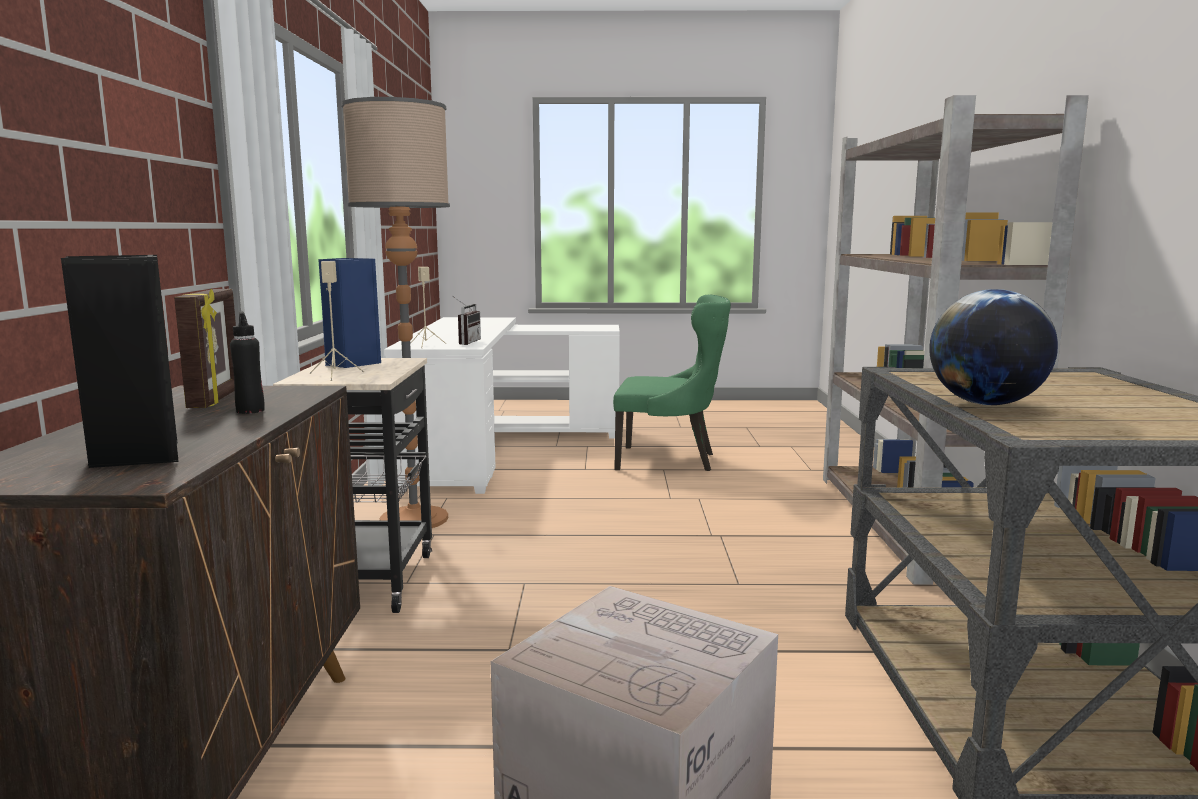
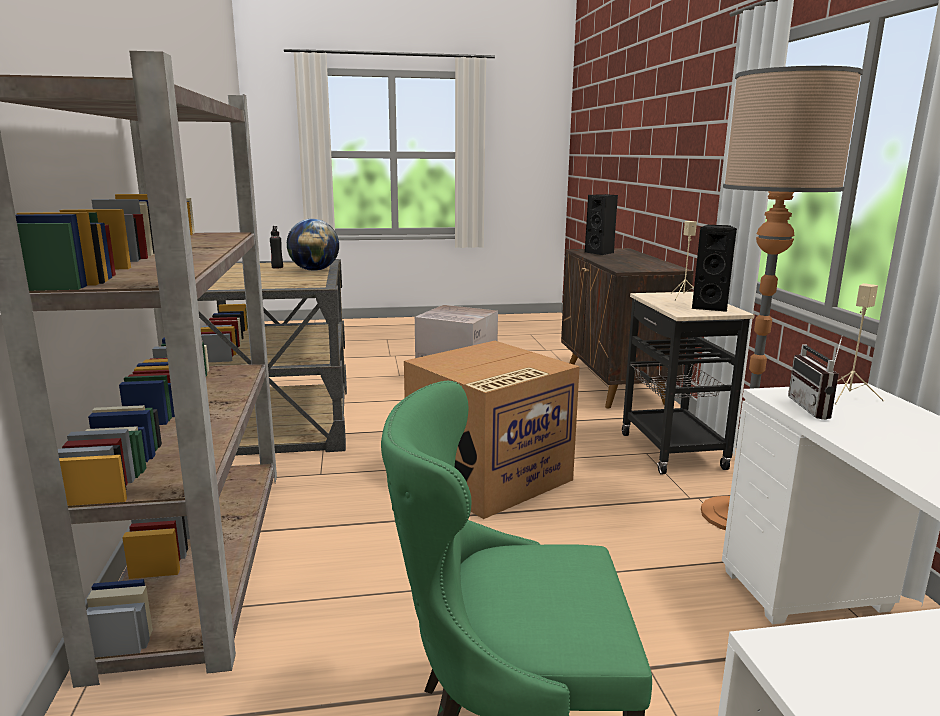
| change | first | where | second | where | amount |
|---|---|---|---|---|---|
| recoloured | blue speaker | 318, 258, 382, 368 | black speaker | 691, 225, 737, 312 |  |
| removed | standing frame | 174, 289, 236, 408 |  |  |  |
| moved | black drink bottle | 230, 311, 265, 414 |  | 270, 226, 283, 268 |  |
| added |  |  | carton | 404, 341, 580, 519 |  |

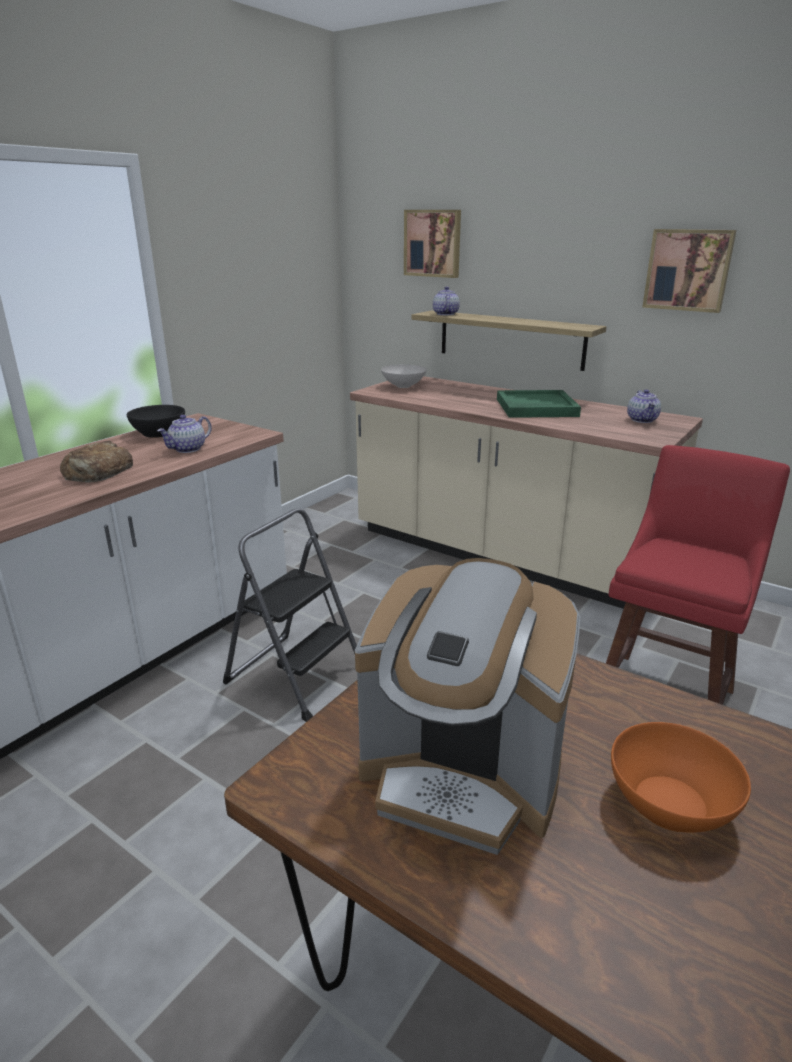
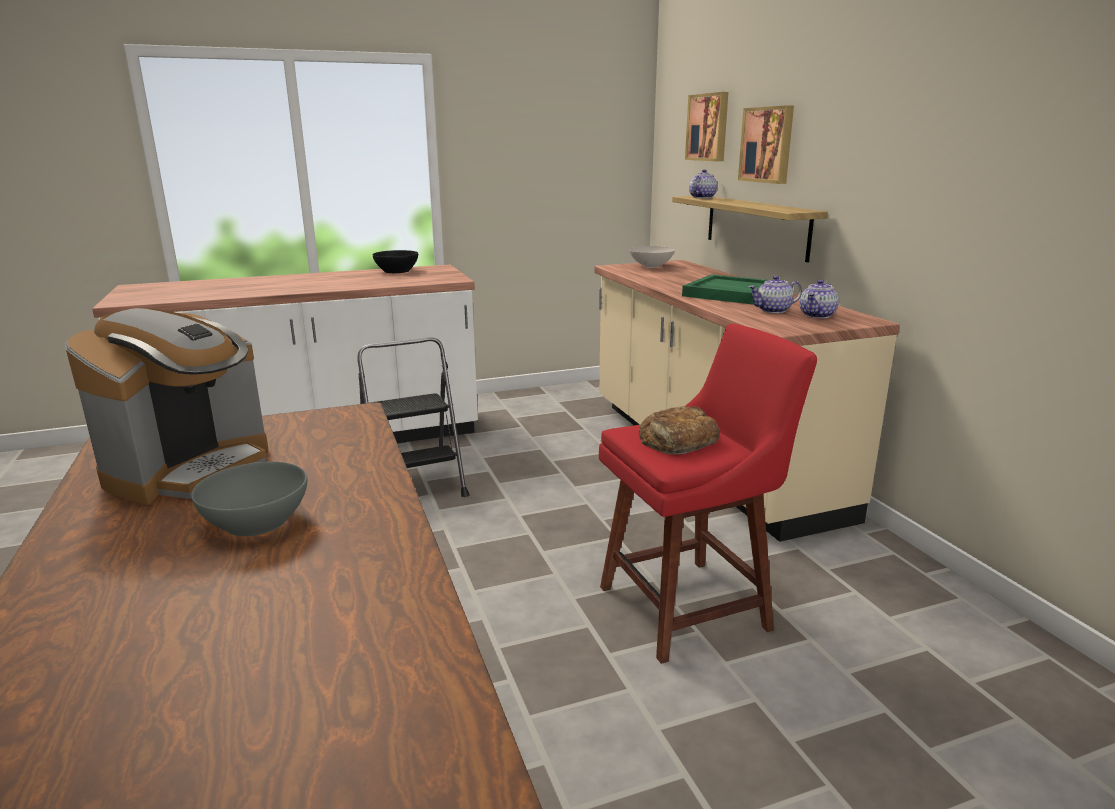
| change | first | where | second | where | amount |
|---|---|---|---|---|---|
| moved | wall art | 642, 229, 737, 313 |  | 738, 105, 794, 184 |  |
| moved | pot for tea | 157, 415, 212, 453 |  | 749, 276, 802, 313 |  |
| moved | baked bread | 60, 441, 133, 483 |  | 639, 406, 720, 455 |  |
| turned | coffee brewer | 355, 558, 580, 855 |  | 65, 308, 268, 505 | 120 degrees counterclockwise |
| recoloured | orangey bowl | 611, 722, 751, 833 | greyish bowl | 191, 461, 307, 536 |  |

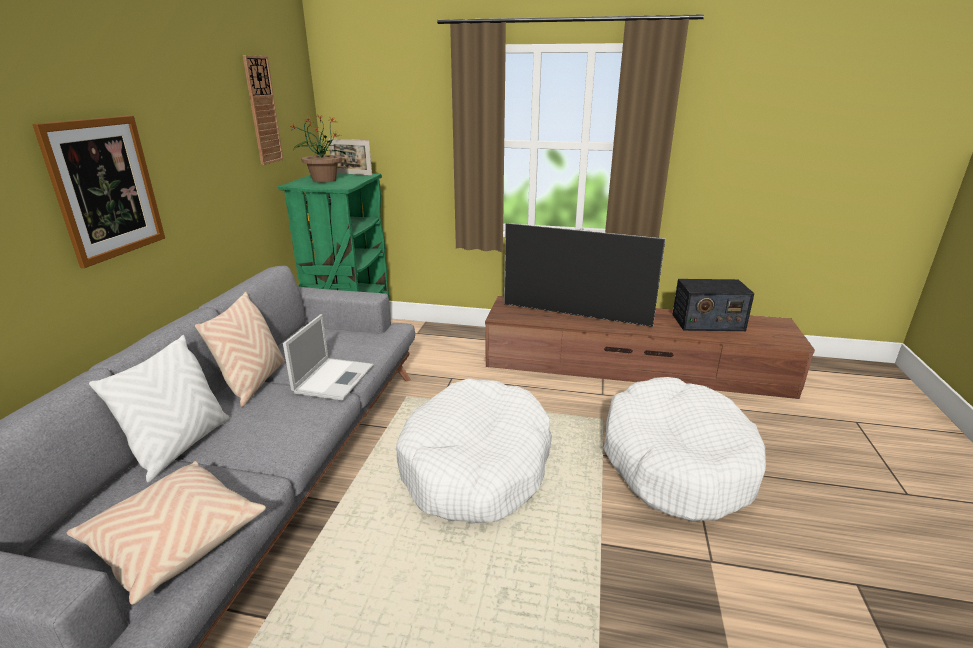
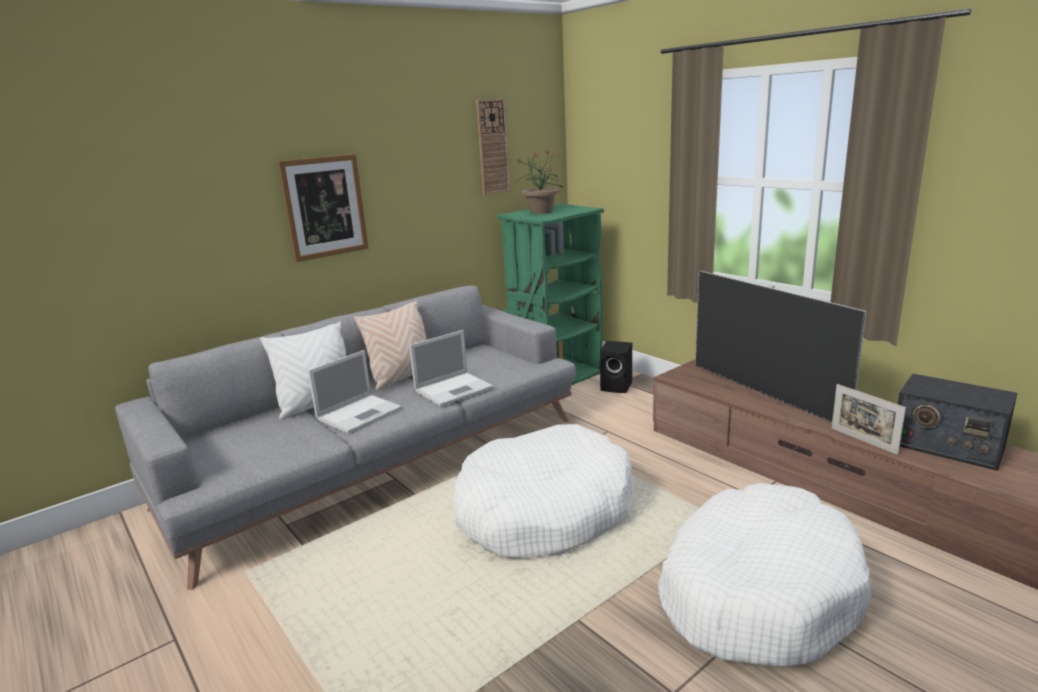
| change | first | where | second | where | amount |
|---|---|---|---|---|---|
| moved | standing frame | 328, 139, 372, 176 |  | 831, 384, 906, 455 |  |
| removed | beige-coloured cushion | 67, 461, 266, 605 |  |  |  |
| added |  |  | black speaker | 599, 341, 632, 393 |  |
| added |  |  | laptop | 308, 350, 402, 434 |  |

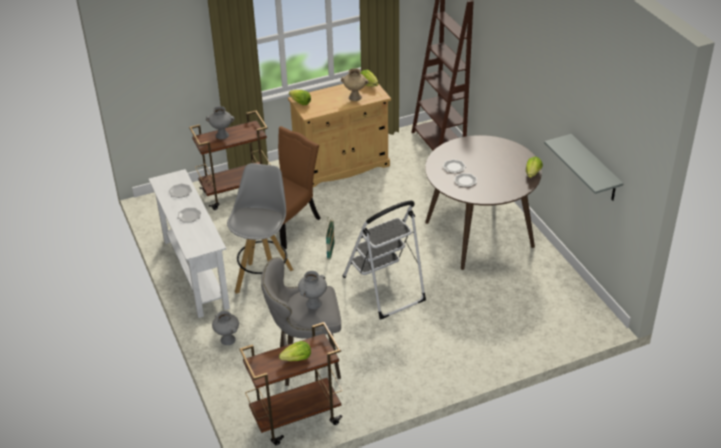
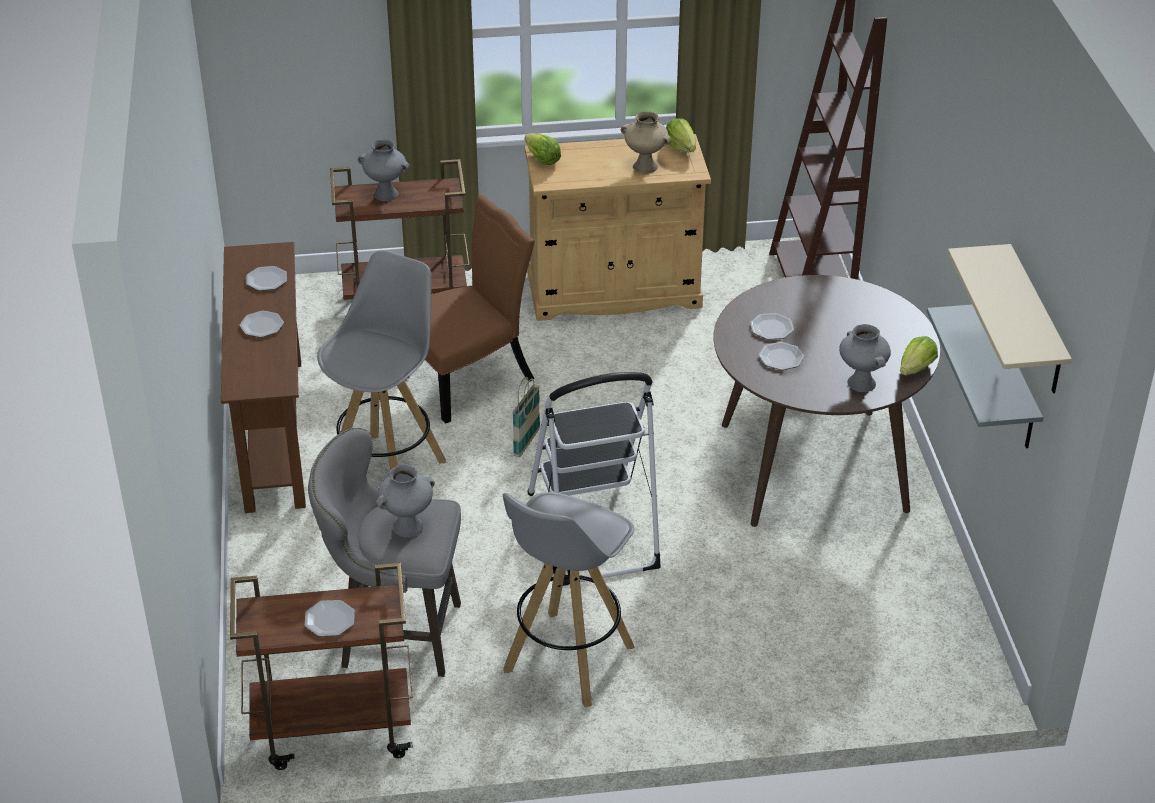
| change | first | where | second | where | amount |
|---|---|---|---|---|---|
| recoloured | white-coloured narrow table | 149, 169, 230, 318 | brown narrow table | 221, 242, 306, 513 |  |
| moved | greyish decorative vase | 212, 311, 239, 345 |  | 839, 324, 891, 392 |  |
| replaced | lettuce | 279, 341, 311, 361 | plate | 305, 600, 355, 636 |  |
| added |  |  | beige-coloured shelf | 948, 244, 1072, 393 |  |
| added |  |  | greyish stool seat | 502, 492, 635, 707 |  |

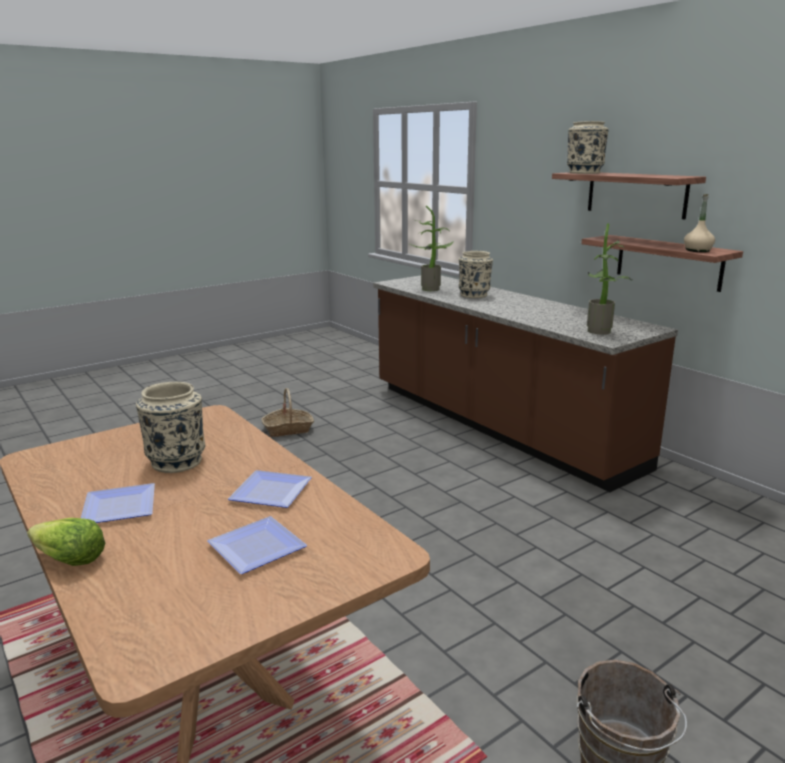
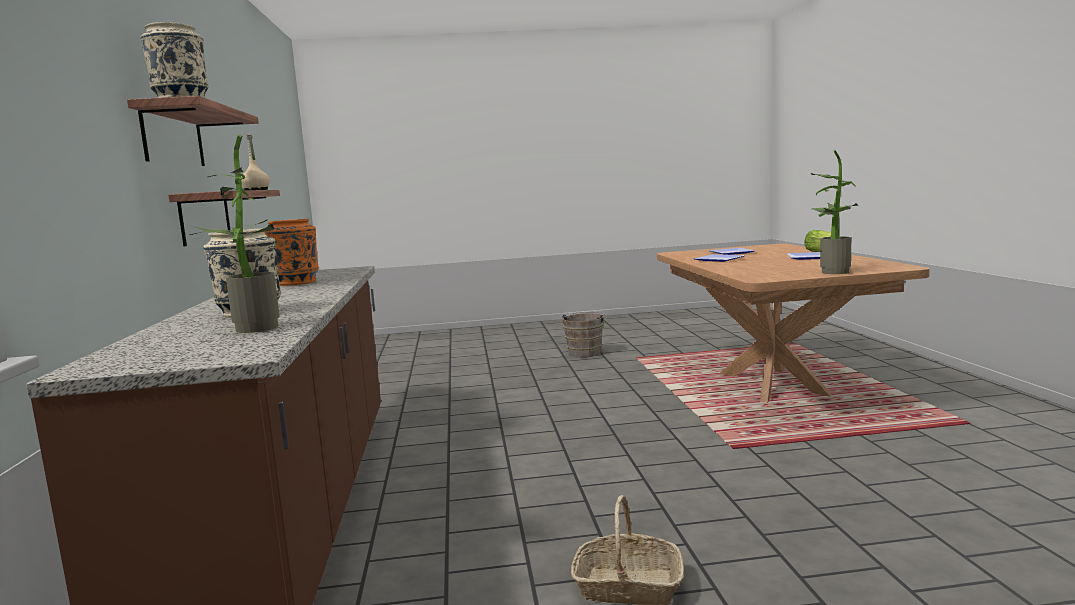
| change | first | where | second | where | amount |
|---|---|---|---|---|---|
| moved | plant in a pot | 587, 223, 632, 334 |  | 811, 150, 858, 274 |  |
| removed | beige-coloured decorative vase | 136, 382, 205, 473 |  |  |  |
| added |  |  | orangey decorative vase | 265, 219, 319, 286 |  |

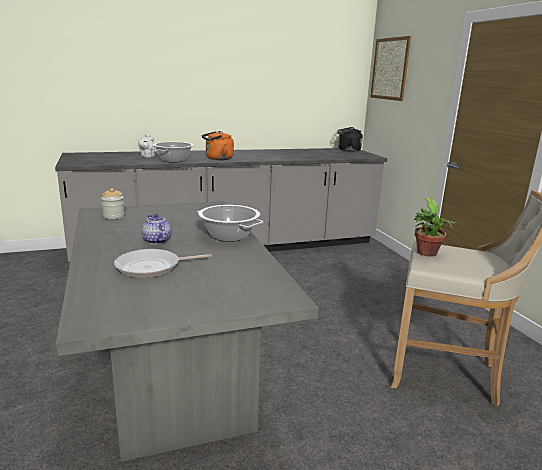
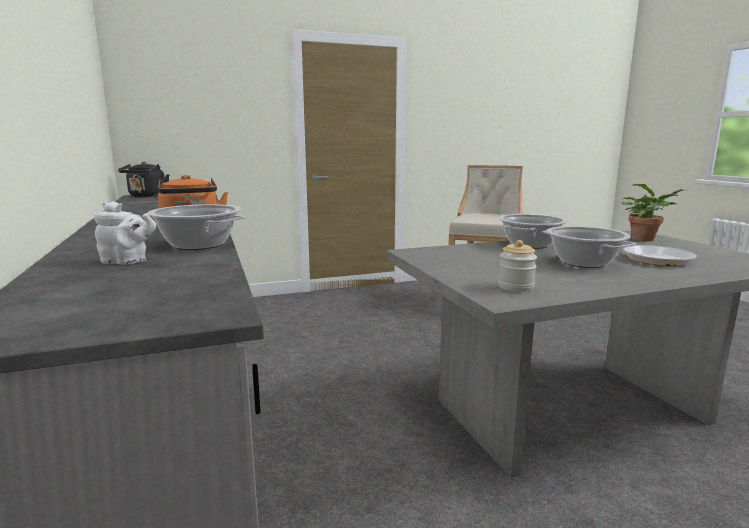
| change | first | where | second | where | amount |
|---|---|---|---|---|---|
| removed | wall art | 370, 36, 411, 101 |  |  |  |
| moved | plant in a pot | 414, 197, 460, 257 |  | 621, 184, 687, 241 |  |
| replaced | pot for tea | 142, 214, 171, 244 | cooking pot | 543, 226, 637, 268 |  |

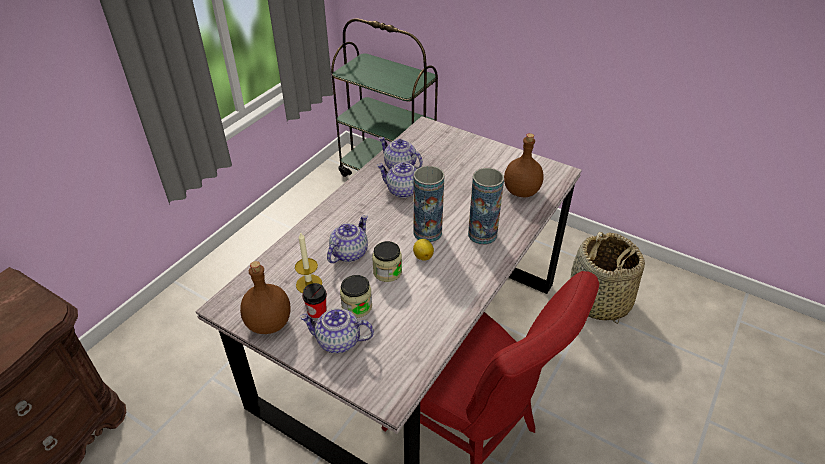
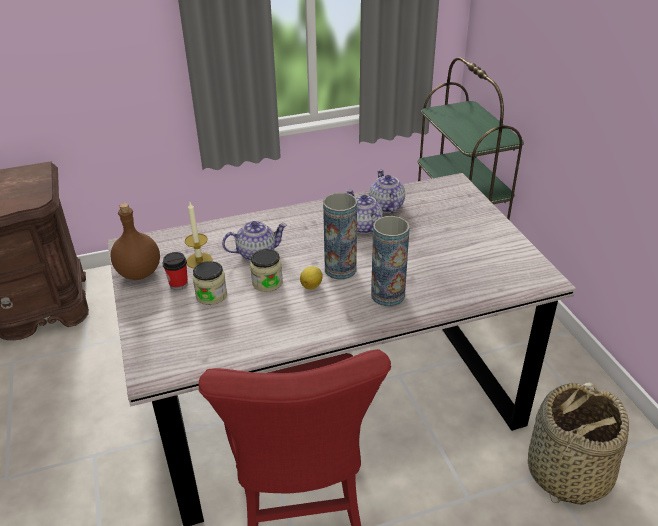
| change | first | where | second | where | amount |
|---|---|---|---|---|---|
| removed | brown drink bottle | 504, 133, 544, 197 |  |  |  |
| removed | pot for tea | 300, 308, 374, 353 |  |  |  |

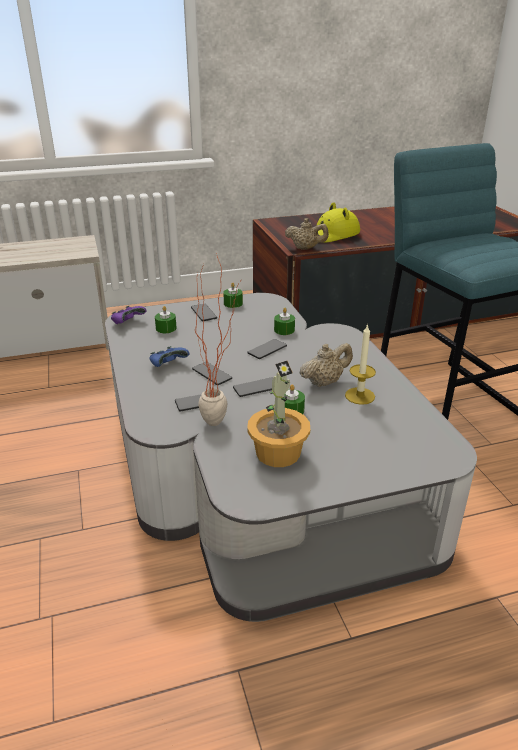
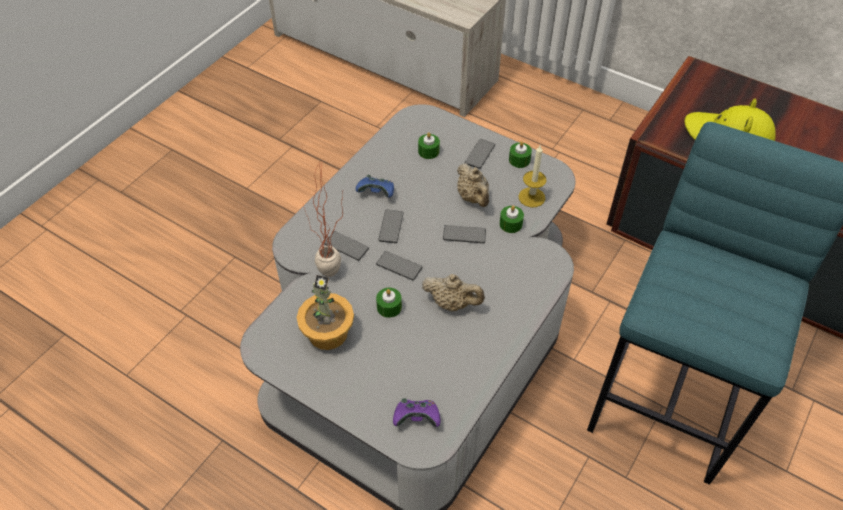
| change | first | where | second | where | amount |
|---|---|---|---|---|---|
| moved | beige-coloured pot for tea | 285, 218, 329, 250 |  | 457, 163, 489, 207 |  |
| moved | purple gamepad | 111, 306, 147, 324 |  | 393, 398, 440, 427 |  |
| moved | wax candle | 345, 324, 376, 405 |  | 519, 146, 547, 207 |  |

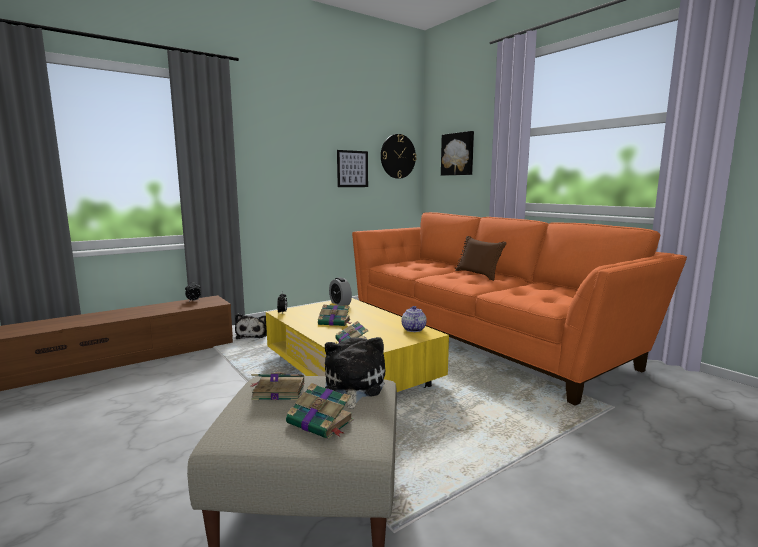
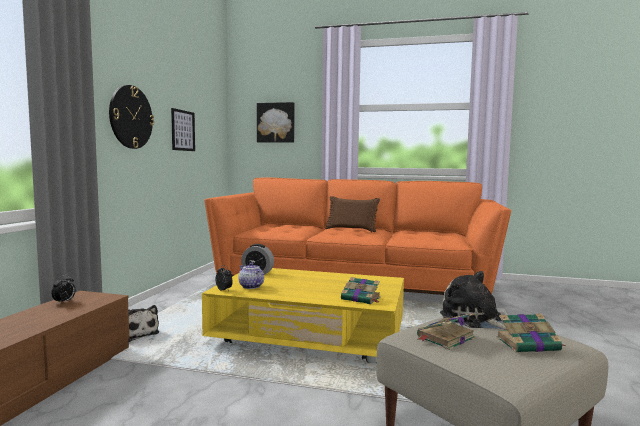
| change | first | where | second | where | amount |
|---|---|---|---|---|---|
| moved | hanging clock | 381, 134, 416, 179 |  | 109, 85, 154, 149 |  |
| removed | book | 318, 305, 351, 326 |  |  |  |
| moved | pot for tea | 401, 306, 427, 332 |  | 239, 262, 264, 289 |  |

